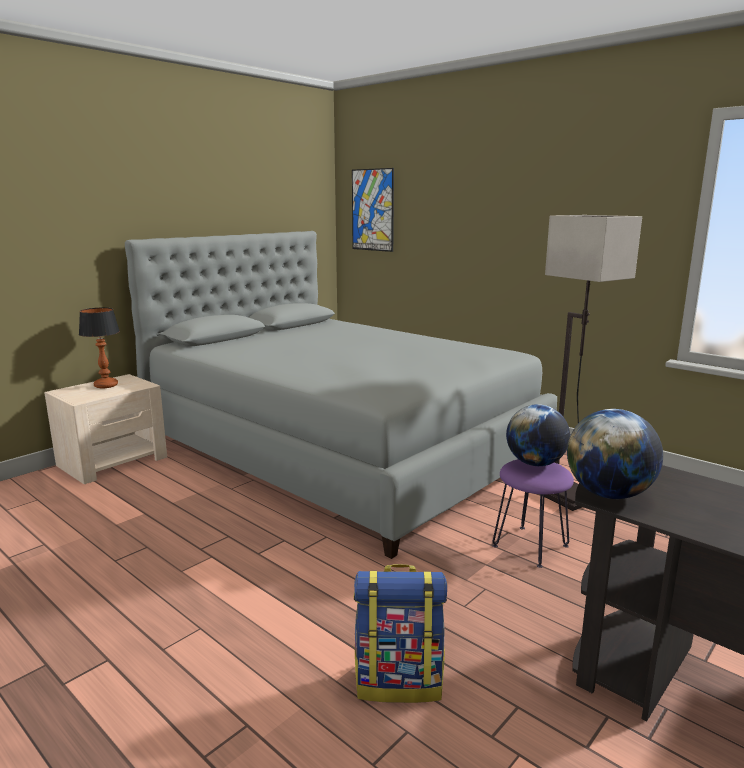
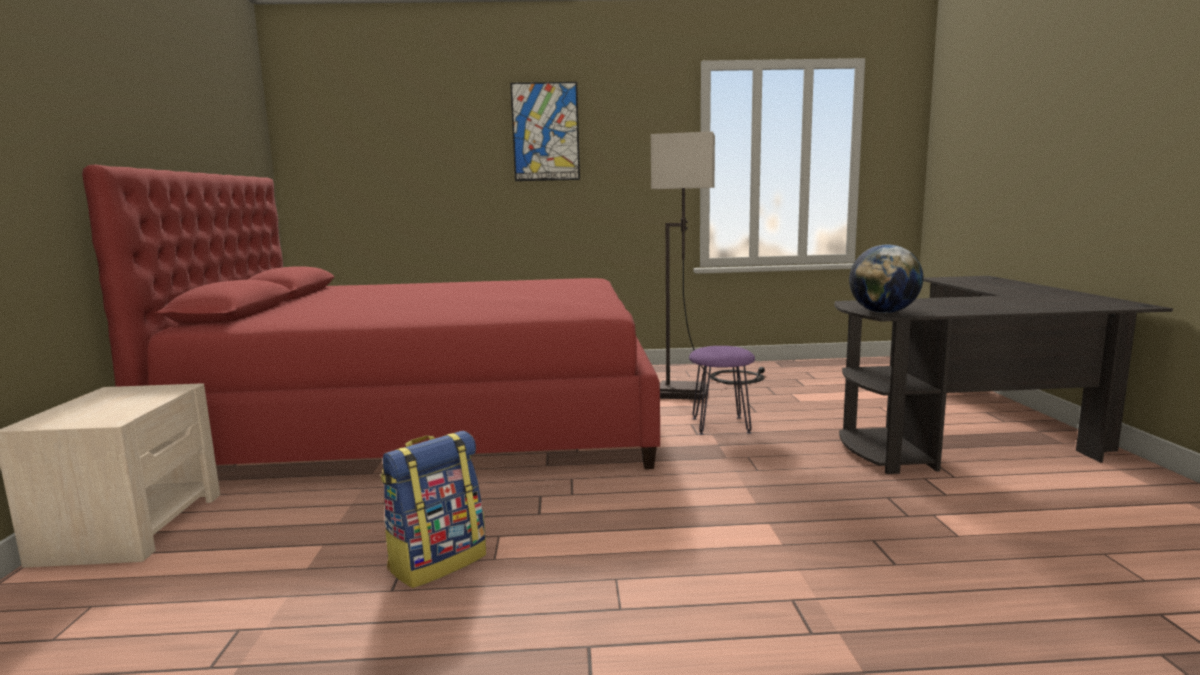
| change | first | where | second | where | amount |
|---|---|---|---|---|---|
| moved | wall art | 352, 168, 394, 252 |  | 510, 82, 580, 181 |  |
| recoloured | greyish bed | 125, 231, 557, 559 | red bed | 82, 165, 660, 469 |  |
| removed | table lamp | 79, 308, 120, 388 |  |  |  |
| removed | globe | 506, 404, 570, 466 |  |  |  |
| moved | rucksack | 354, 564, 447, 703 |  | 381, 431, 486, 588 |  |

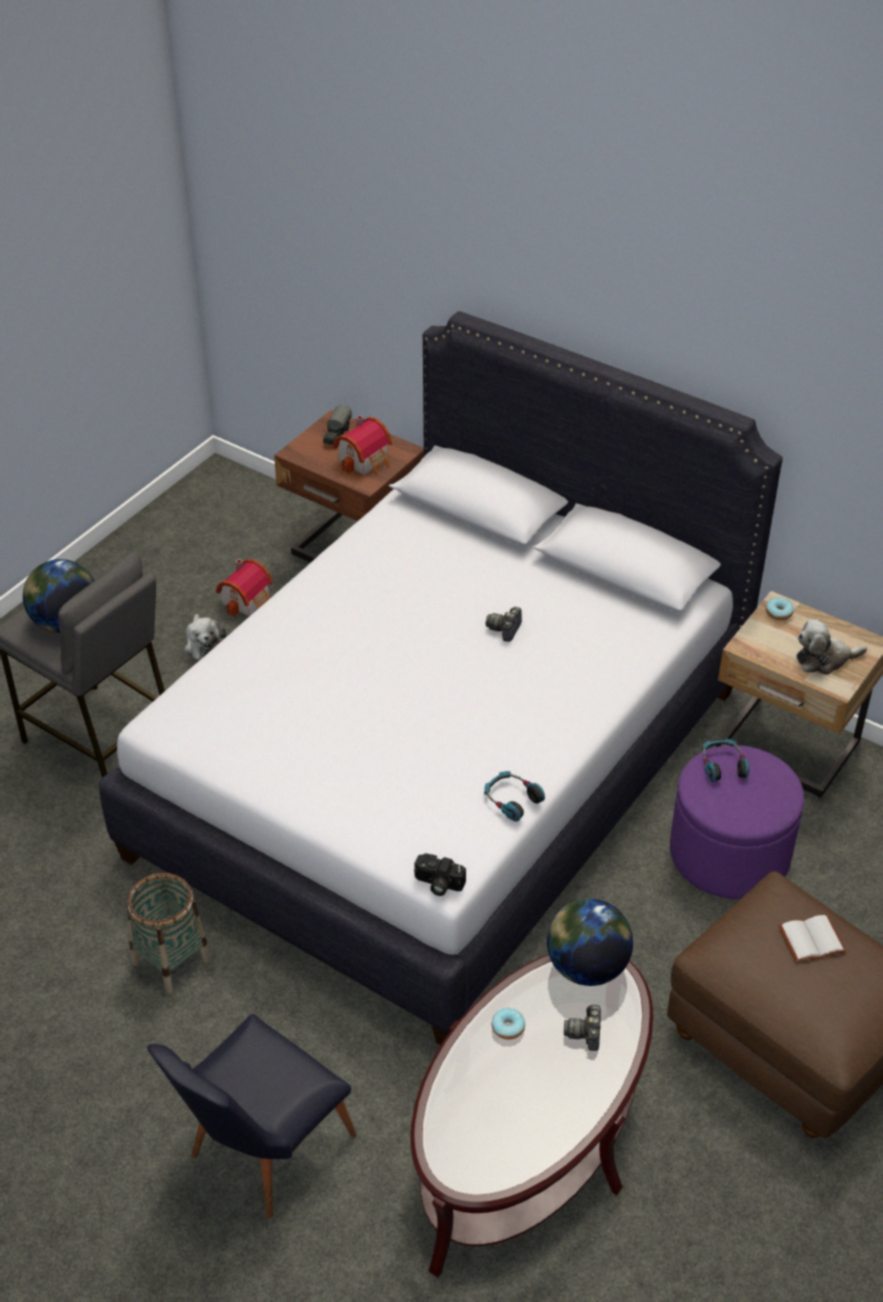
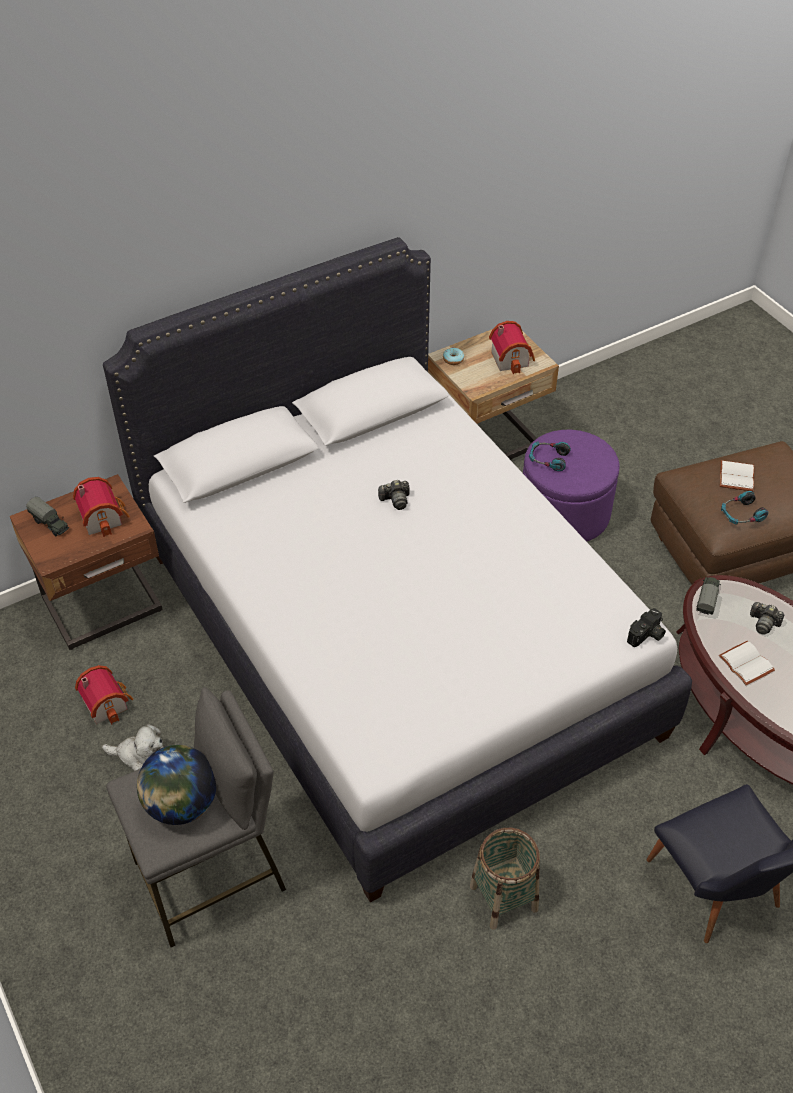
| change | first | where | second | where | amount |
|---|---|---|---|---|---|
| turned | photo camera | 486, 607, 522, 642 |  | 378, 480, 410, 510 | 60 degrees counterclockwise |
| replaced | soft toy | 797, 619, 867, 675 | model house | 489, 321, 535, 374 |  |
| moved | headphones | 484, 771, 545, 821 |  | 721, 491, 769, 525 |  |
| replaced | globe | 547, 899, 633, 986 | toy truck | 696, 577, 721, 615 |  |
| replaced | ring doughnut | 492, 1008, 525, 1040 | white-coloured book | 719, 641, 775, 685 |  |

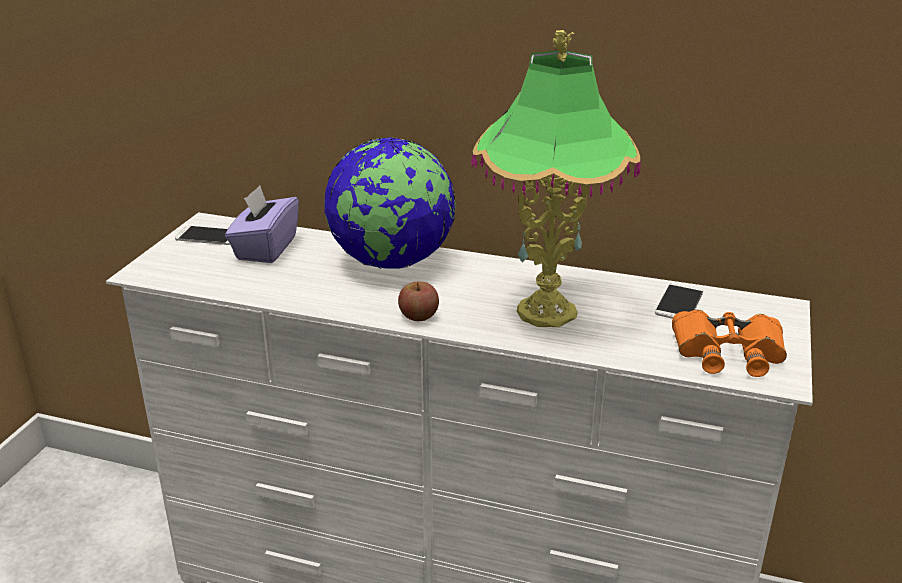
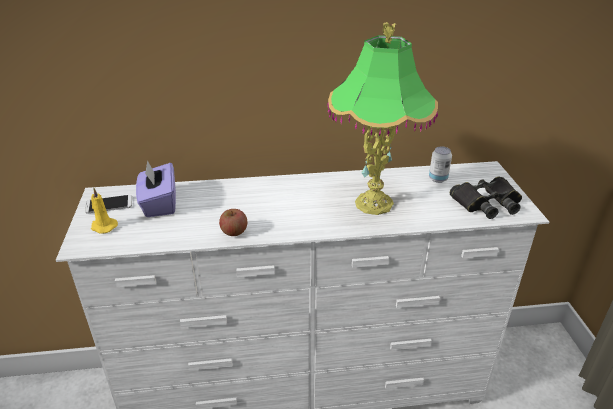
| change | first | where | second | where | amount |
|---|---|---|---|---|---|
| removed | globe | 324, 137, 455, 269 |  |  |  |
| moved | apple | 398, 282, 439, 321 |  | 219, 209, 247, 236 |  |
| replaced | telephone | 655, 283, 703, 319 | can | 429, 147, 452, 183 |  |
| recoloured | orangey binoculars | 672, 309, 787, 377 | black binoculars | 450, 177, 522, 219 |  |
| added |  |  | yellow wax candle | 91, 188, 118, 234 |  |

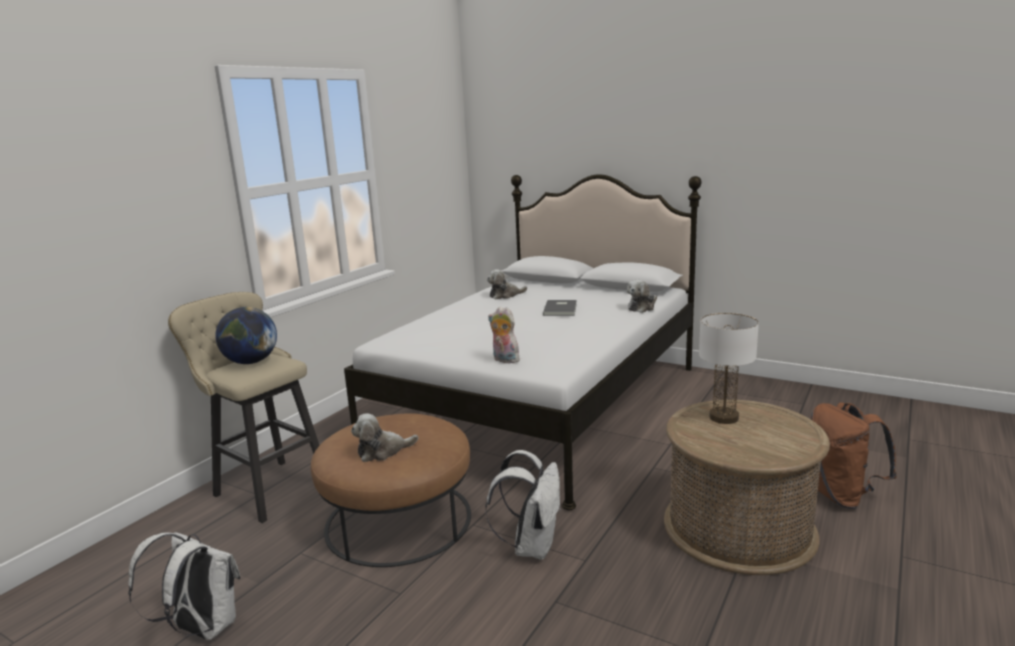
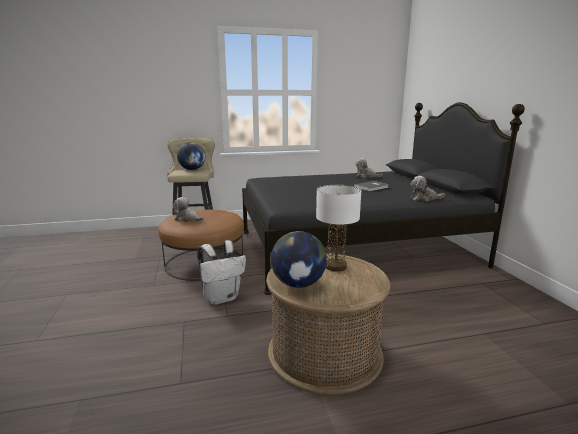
| change | first | where | second | where | amount |
|---|---|---|---|---|---|
| recoloured | white-coloured bed | 344, 174, 701, 510 | black bed | 242, 102, 525, 295 |  |
| removed | soft toy | 488, 307, 520, 363 |  |  |  |
| removed | brown rucksack | 810, 403, 897, 509 |  |  |  |
| removed | white-coloured rucksack | 128, 532, 240, 640 |  |  |  |
| added |  |  | globe | 271, 231, 327, 288 |  |

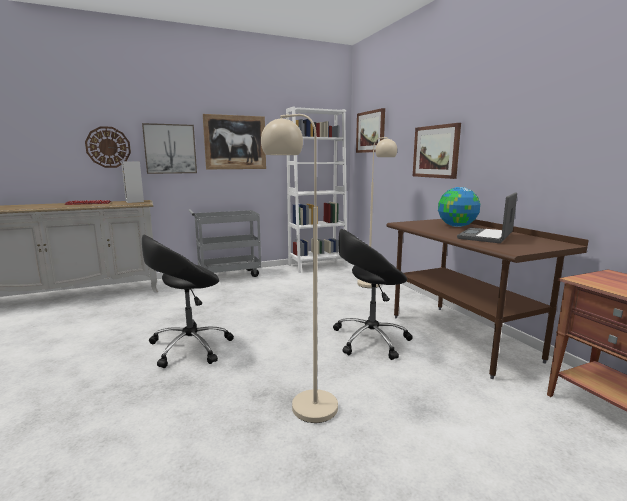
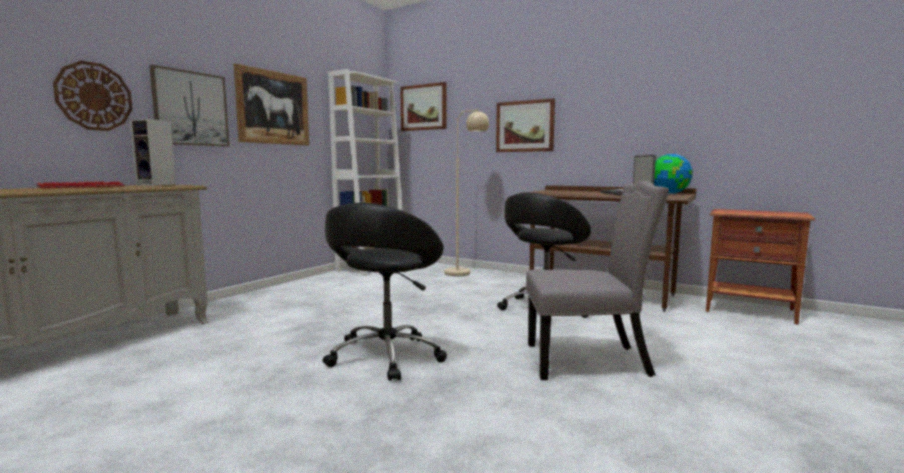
| change | first | where | second | where | amount |
|---|---|---|---|---|---|
| replaced | beige-coloured standing lamp | 261, 114, 338, 423 | greyish chair | 526, 181, 669, 380 |  |
| moved | globe | 438, 187, 480, 227 |  | 654, 154, 693, 194 |  |
| removed | greyish trolley | 189, 209, 261, 277 |  |  |  |

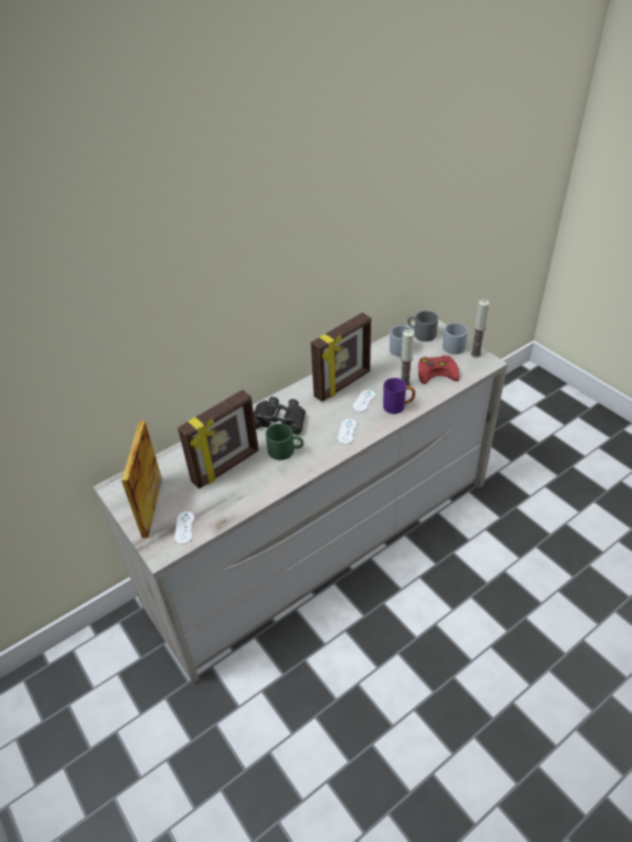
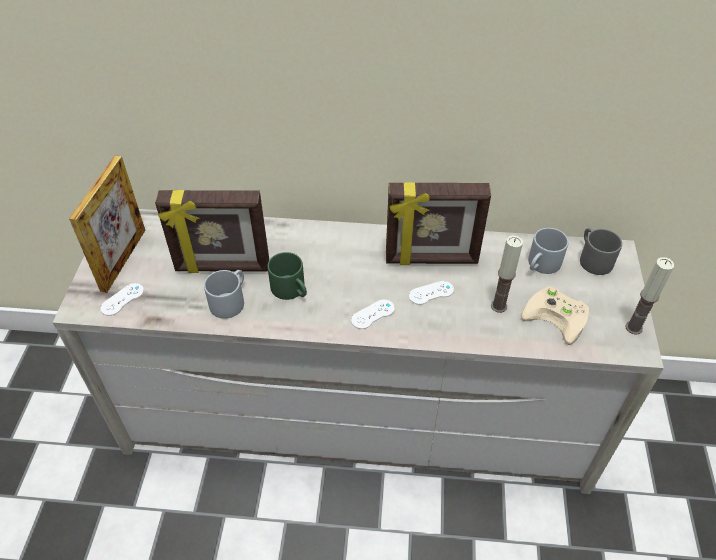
| change | first | where | second | where | amount |
|---|---|---|---|---|---|
| moved | greyish coffee mug | 443, 323, 468, 354 |  | 204, 270, 244, 319 |  |
| recoloured | red gamepad | 418, 355, 459, 384 | beige-coloured gamepad | 521, 286, 589, 345 |  |
| removed | purple coffee mug | 383, 378, 415, 414 |  |  |  |
| removed | black binoculars | 254, 397, 306, 435 |  |  |  |
| turned | standing frame | 121, 421, 162, 538 |  | 69, 155, 145, 293 | 150 degrees clockwise |

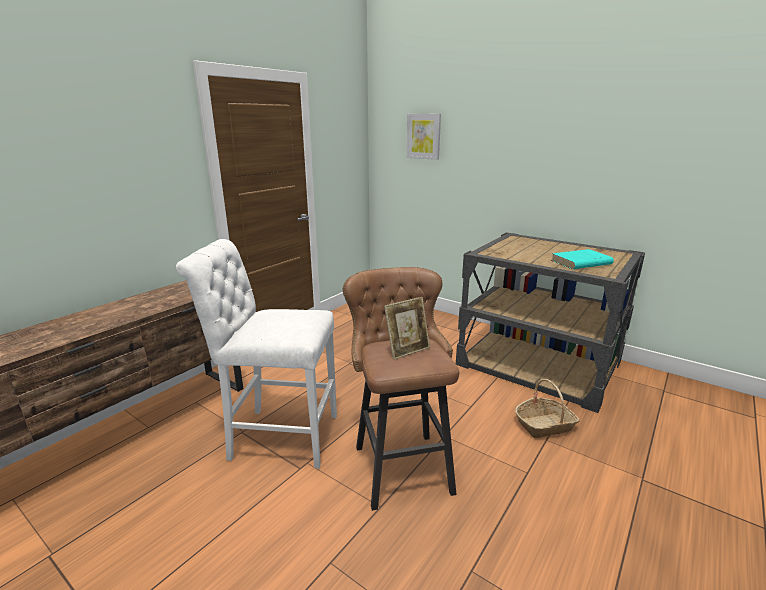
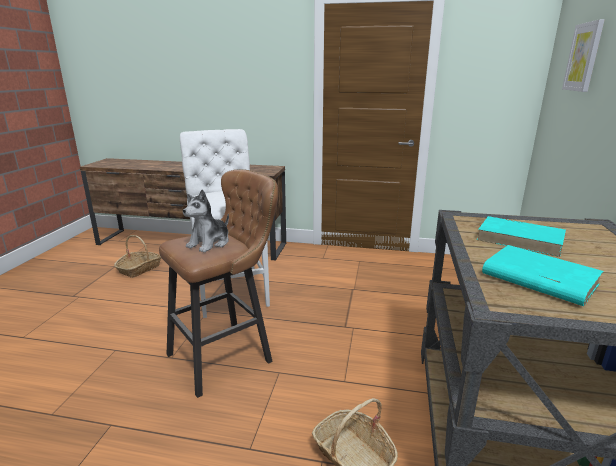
| change | first | where | second | where | amount |
|---|---|---|---|---|---|
| replaced | standing frame | 384, 297, 430, 360 | soft toy | 183, 189, 229, 253 |  |
| added |  |  | turquoise-coloured book | 477, 216, 566, 257 |  |
| added |  |  | basket | 114, 235, 161, 278 |  |

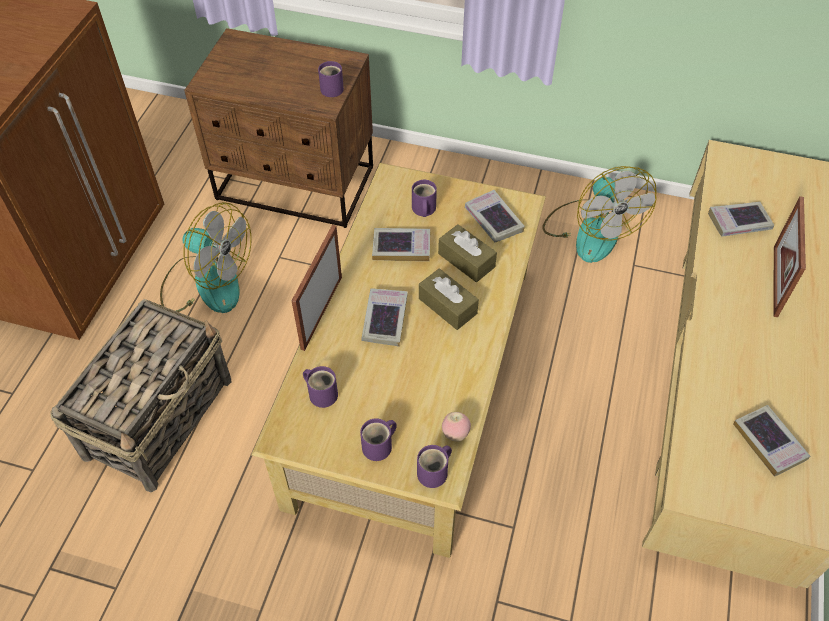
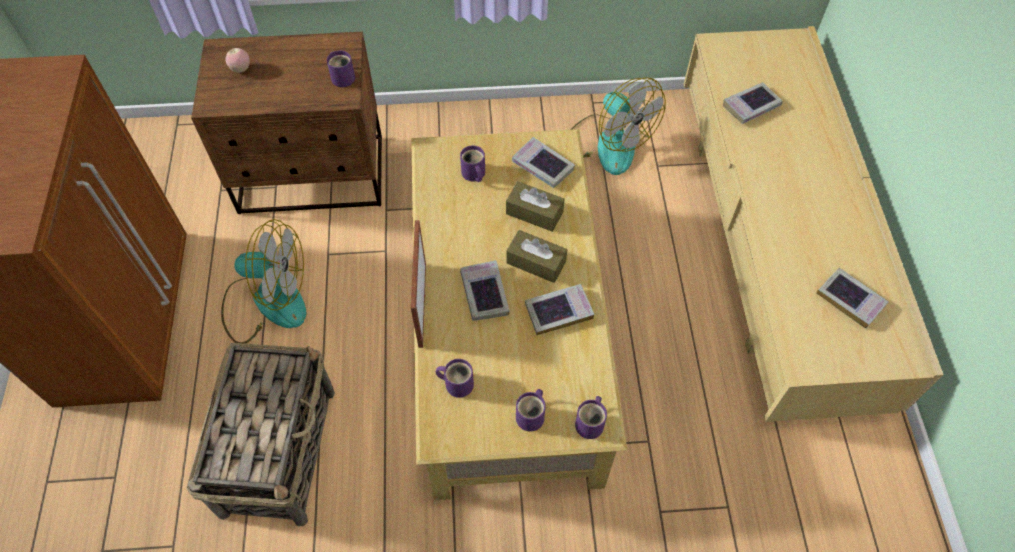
| change | first | where | second | where | amount |
|---|---|---|---|---|---|
| removed | standing frame | 773, 196, 806, 317 |  |  |  |
| moved | book | 372, 228, 430, 261 |  | 525, 284, 594, 335 |  |
| moved | apple | 442, 412, 471, 441 |  | 226, 48, 250, 73 |  |

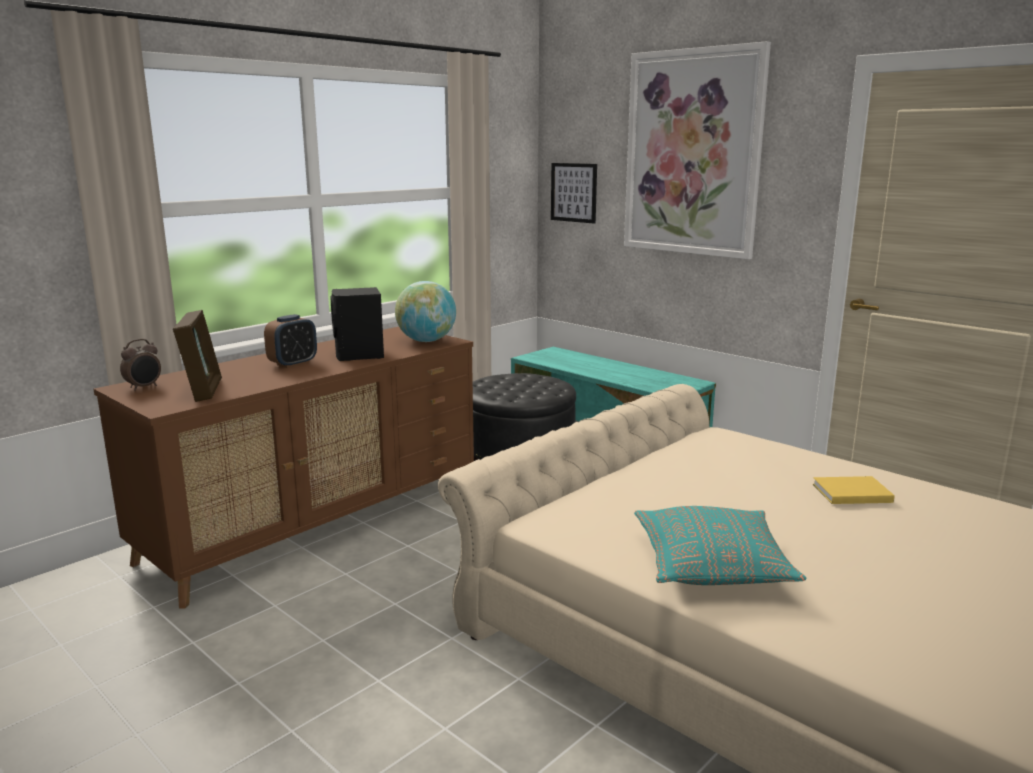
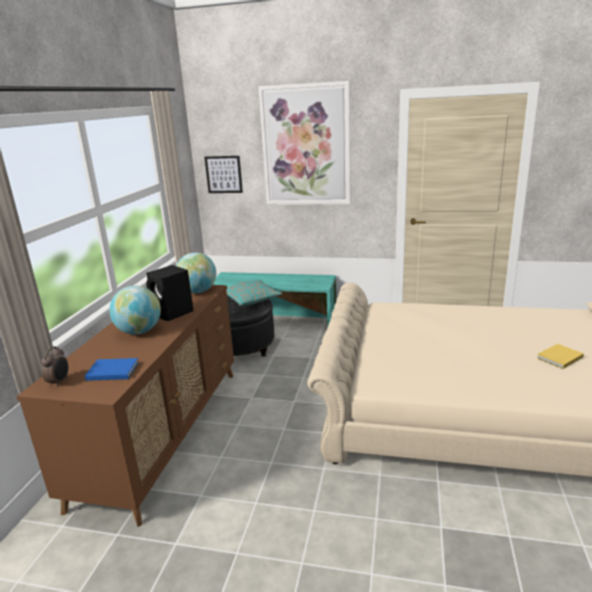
| change | first | where | second | where | amount |
|---|---|---|---|---|---|
| replaced | standing frame | 173, 310, 222, 402 | blue book | 85, 358, 139, 381 |  |
| replaced | bedside clock | 264, 314, 317, 368 | globe | 109, 286, 161, 335 |  |
| moved | yellow book | 813, 476, 895, 504 |  | 537, 344, 584, 369 |  |
| moved | turquoise-coloured cushion | 634, 506, 807, 585 |  | 226, 280, 283, 306 |  |

